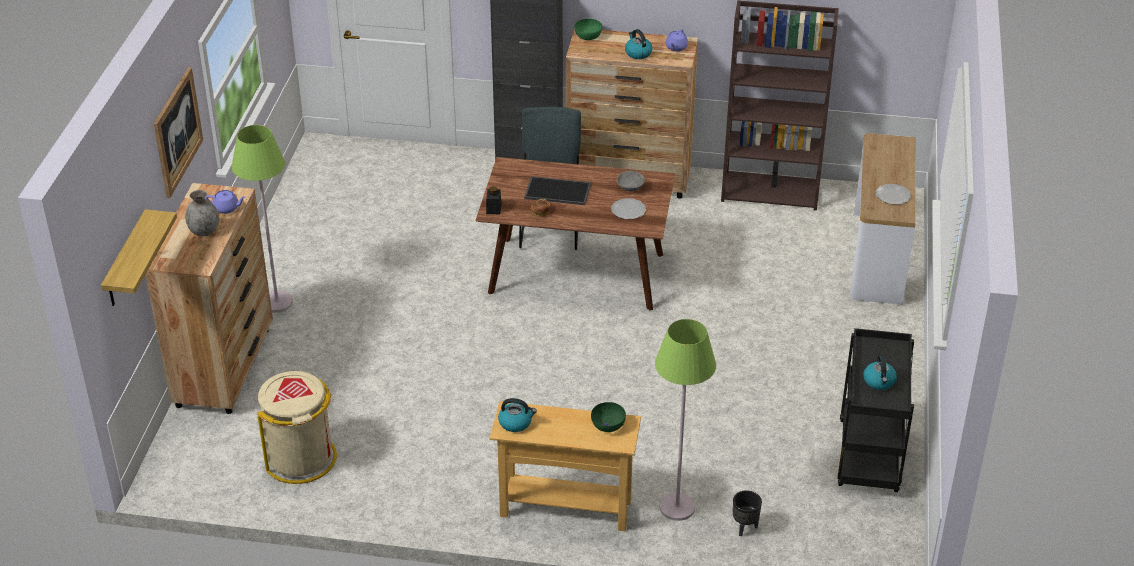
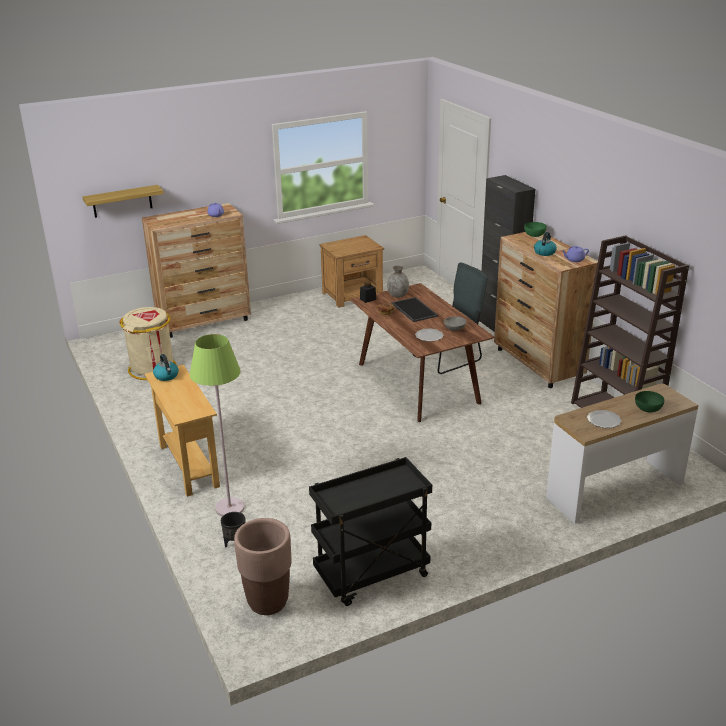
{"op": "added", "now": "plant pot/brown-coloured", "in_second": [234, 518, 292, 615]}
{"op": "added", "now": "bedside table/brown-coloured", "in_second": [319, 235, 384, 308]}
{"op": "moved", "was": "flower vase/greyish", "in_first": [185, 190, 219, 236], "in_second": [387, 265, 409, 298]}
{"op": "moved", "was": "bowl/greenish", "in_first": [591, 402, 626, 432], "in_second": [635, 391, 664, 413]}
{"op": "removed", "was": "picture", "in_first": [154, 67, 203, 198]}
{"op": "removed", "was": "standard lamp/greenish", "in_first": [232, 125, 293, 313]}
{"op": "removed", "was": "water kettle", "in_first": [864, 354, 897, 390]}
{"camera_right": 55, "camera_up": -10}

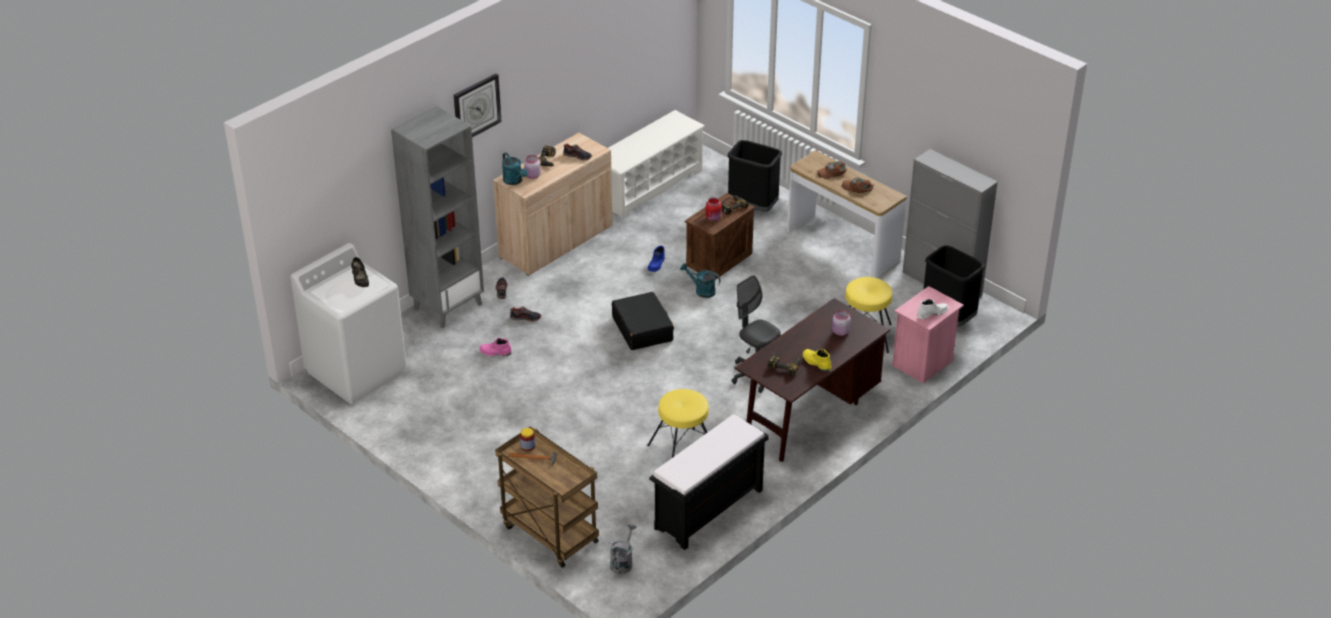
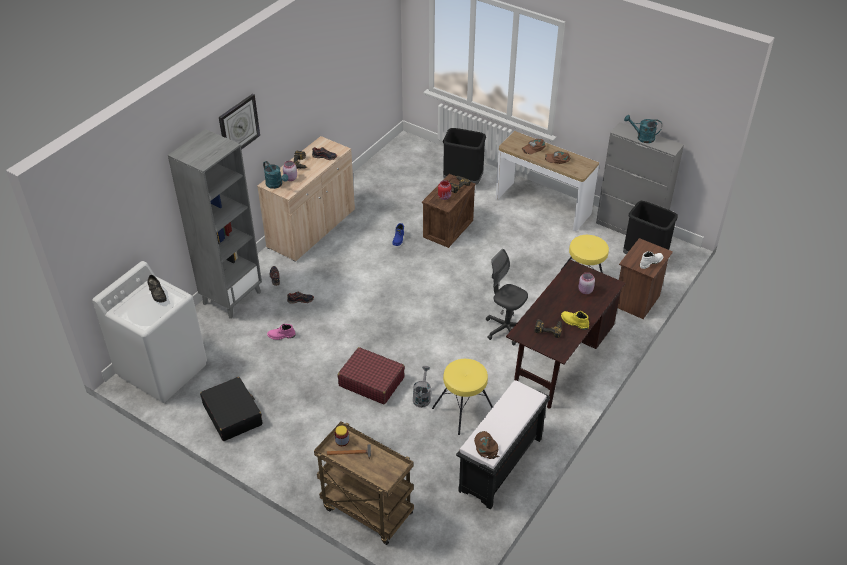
{"op": "moved", "was": "suitcase/black", "in_first": [612, 292, 674, 350], "in_second": [200, 377, 262, 441]}
{"op": "added", "now": "suitcase/red-coloured", "in_second": [338, 347, 405, 404]}
{"op": "moved", "was": "sprinkling can/greyish", "in_first": [610, 523, 636, 574], "in_second": [413, 366, 431, 408]}
{"op": "added", "now": "peaked cap/brown-coloured", "in_second": [474, 431, 499, 459]}
{"op": "recoloured", "was": "bedside table/pink", "now": "bedside table/brown-coloured", "in_first": [892, 286, 964, 384], "in_second": [618, 238, 673, 319]}
{"op": "moved", "was": "sprinkling can/blue-green", "in_first": [680, 263, 720, 298], "in_second": [624, 115, 662, 143]}
{"op": "removed", "was": "shoe stand/white-coloured", "in_first": [608, 110, 705, 219]}
{"camera_right": -10, "camera_up": 5}

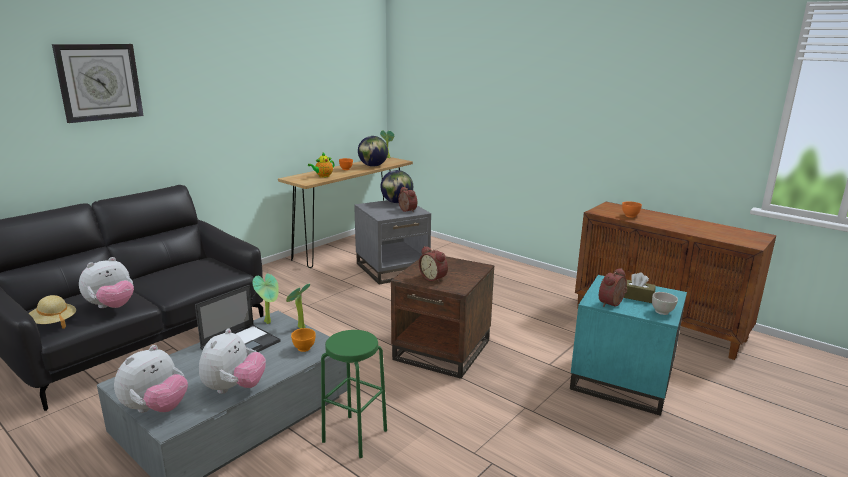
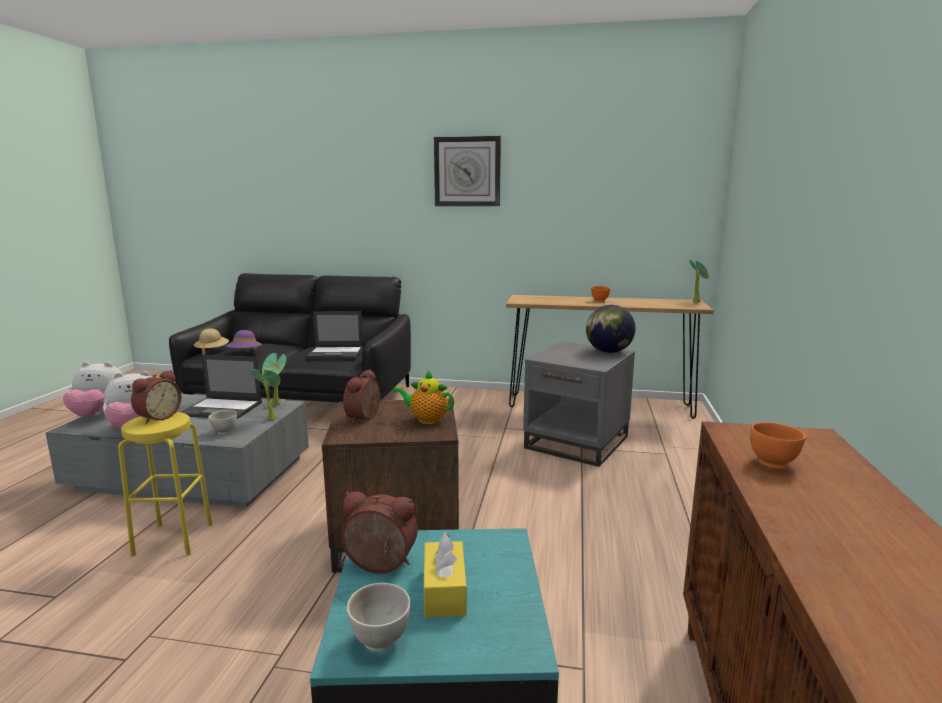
{"op": "recoloured", "was": "sitting stool/greenish", "now": "sitting stool/yellowish", "in_first": [321, 330, 387, 458], "in_second": [118, 412, 212, 557]}
{"op": "moved", "was": "table clock", "in_first": [398, 187, 417, 212], "in_second": [131, 370, 181, 424]}
{"op": "recoloured", "was": "bowl/orangey", "now": "bowl/white-coloured", "in_first": [291, 328, 316, 352], "in_second": [209, 410, 237, 435]}
{"op": "replaced", "was": "cuddly toy", "now": "clothing hat/purplish", "in_first": [79, 257, 134, 308], "in_second": [226, 330, 262, 350]}
{"op": "added", "now": "laptop", "in_second": [306, 311, 363, 359]}
{"op": "moved", "was": "tea pot", "in_first": [308, 152, 334, 178], "in_second": [393, 370, 454, 424]}
{"op": "recoloured", "was": "tissue box/brown-coloured", "now": "tissue box/yellowish", "in_first": [623, 272, 656, 303], "in_second": [424, 532, 467, 618]}
{"op": "moved", "was": "hanging clock", "in_first": [52, 44, 144, 123], "in_second": [434, 136, 501, 206]}
{"op": "removed", "was": "world globe", "in_first": [358, 136, 388, 167]}
{"camera_right": 60, "camera_up": -5}

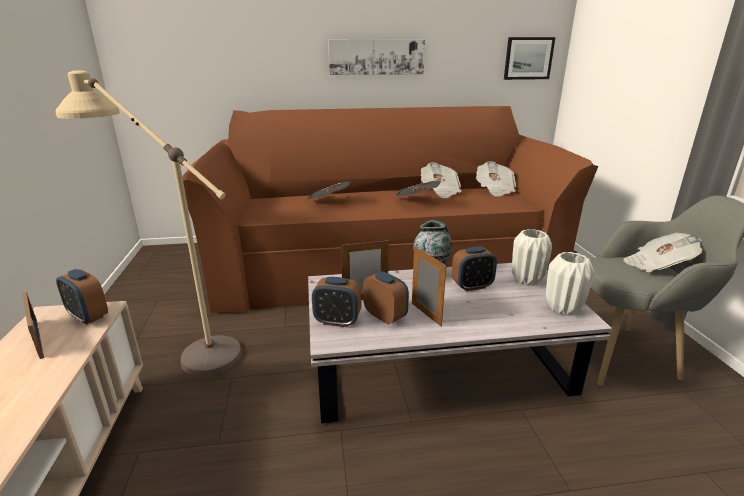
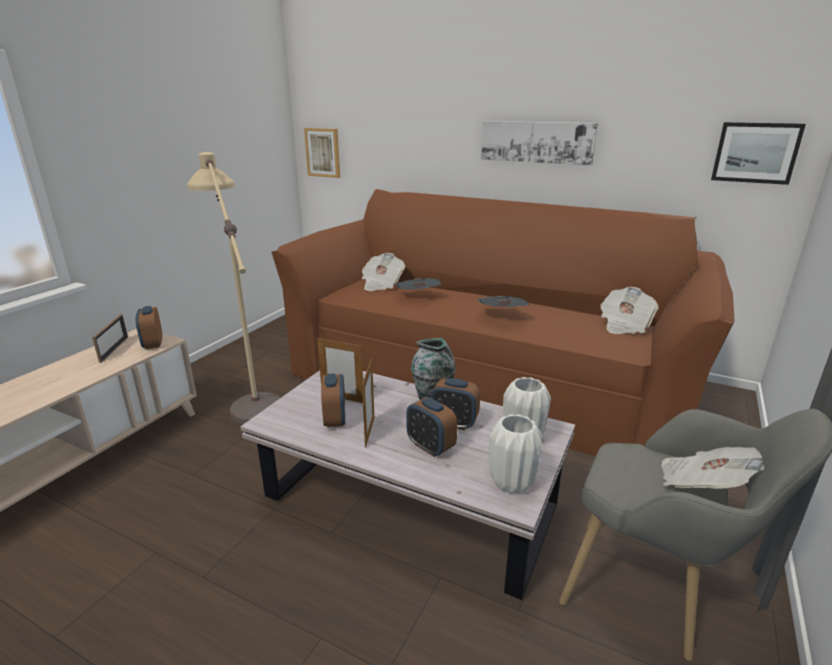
{"op": "added", "now": "picture", "in_second": [304, 128, 340, 178]}
{"op": "moved", "was": "daily paper", "in_first": [421, 162, 462, 198], "in_second": [362, 253, 405, 291]}
{"op": "moved", "was": "table clock", "in_first": [312, 277, 361, 327], "in_second": [406, 397, 457, 457]}
{"camera_right": 35, "camera_up": 0}

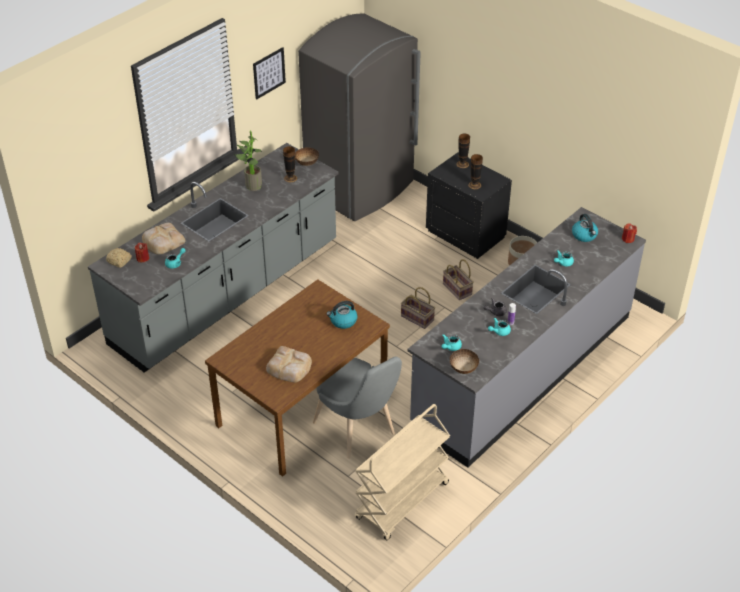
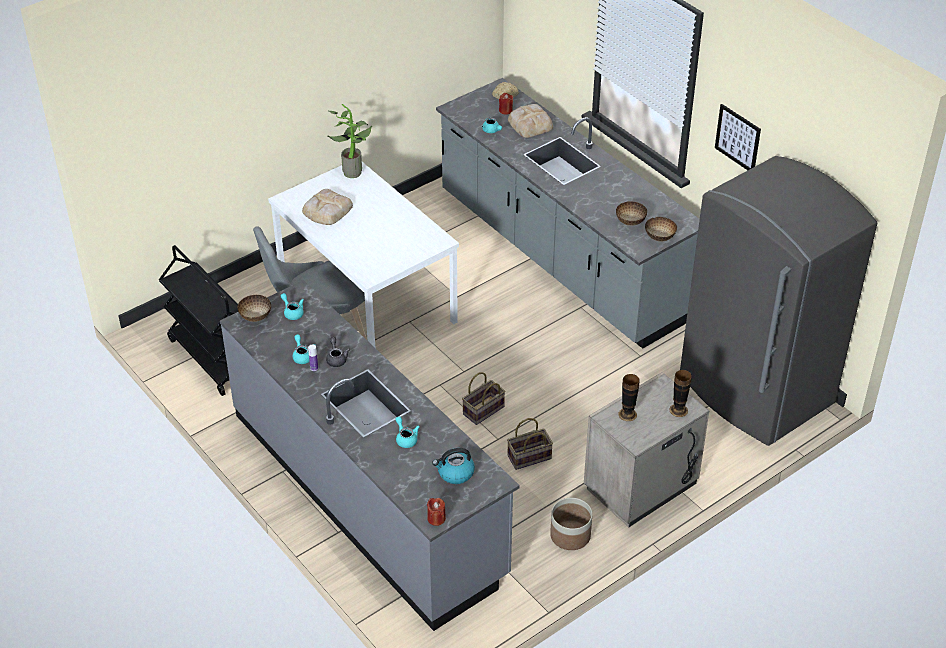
{"op": "recoloured", "was": "wheeled cart/beige", "now": "wheeled cart/black", "in_first": [355, 404, 450, 540], "in_second": [159, 245, 238, 396]}
{"op": "recoloured", "was": "dining table/brown-coloured", "now": "dining table/white-coloured", "in_first": [205, 279, 390, 477], "in_second": [268, 162, 459, 347]}
{"op": "moved", "was": "potted plant", "in_first": [233, 131, 262, 191], "in_second": [327, 104, 372, 178]}
{"op": "recoloured", "was": "bedside table/black", "now": "bedside table/beige", "in_first": [426, 152, 512, 259], "in_second": [584, 372, 709, 527]}
{"op": "replaced", "was": "flower vase", "now": "bowl", "in_first": [283, 146, 297, 182], "in_second": [616, 202, 647, 226]}
{"op": "removed", "was": "water kettle", "in_first": [327, 301, 357, 329]}
{"camera_right": 100, "camera_up": 0}

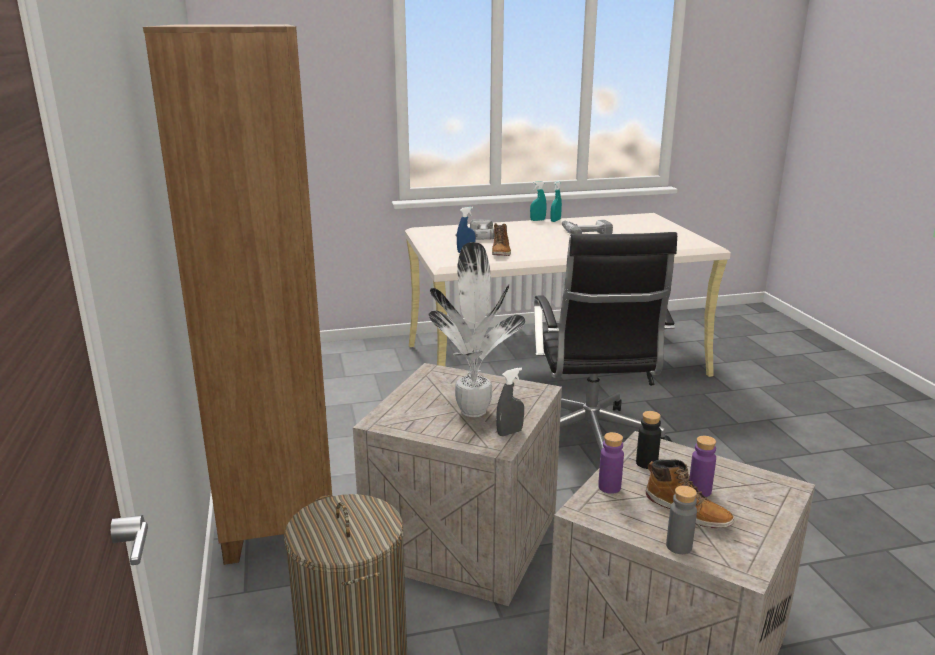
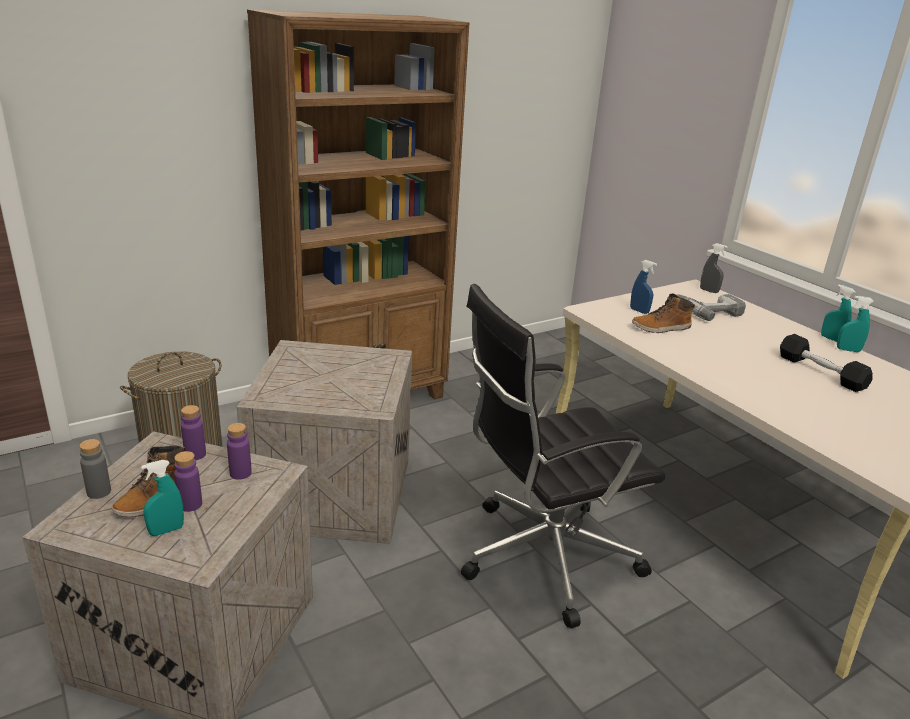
{"op": "added", "now": "hand sprayer/blue-green", "in_second": [141, 460, 184, 536]}
{"op": "recoloured", "was": "beverage bottle/black", "now": "beverage bottle/purplish", "in_first": [636, 411, 661, 469], "in_second": [227, 423, 252, 480]}
{"op": "moved", "was": "hand sprayer/greyish", "in_first": [496, 368, 524, 436], "in_second": [700, 243, 728, 293]}
{"op": "replaced", "was": "electric drill", "now": "dumbbell/black", "in_first": [562, 220, 613, 234], "in_second": [780, 334, 873, 392]}
{"op": "removed", "was": "potted plant", "in_first": [428, 242, 525, 417]}
{"camera_right": 70, "camera_up": 5}

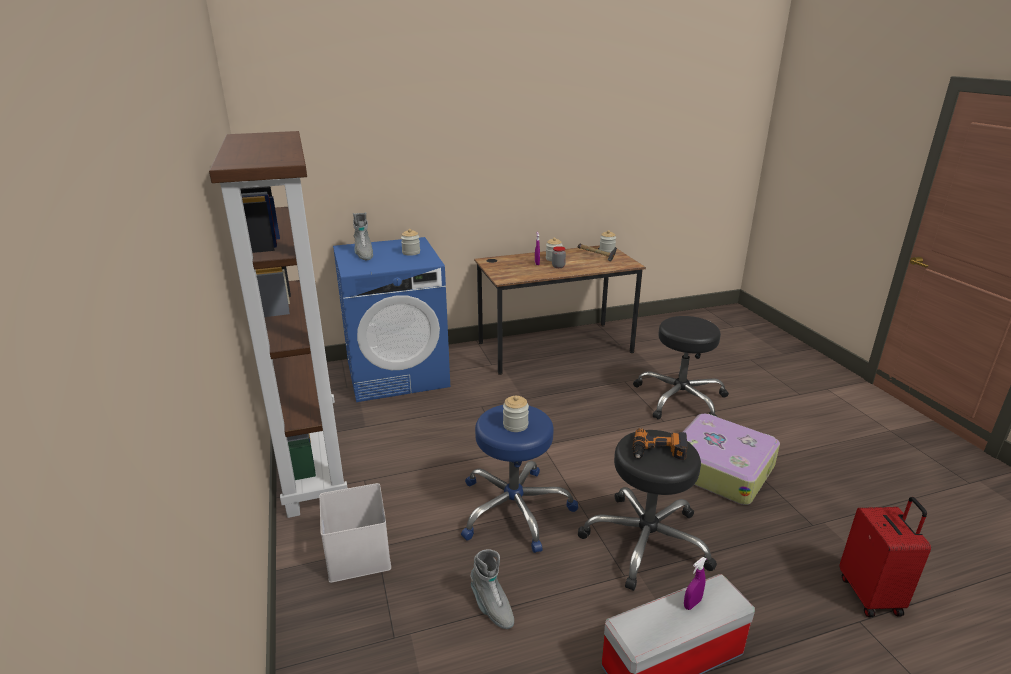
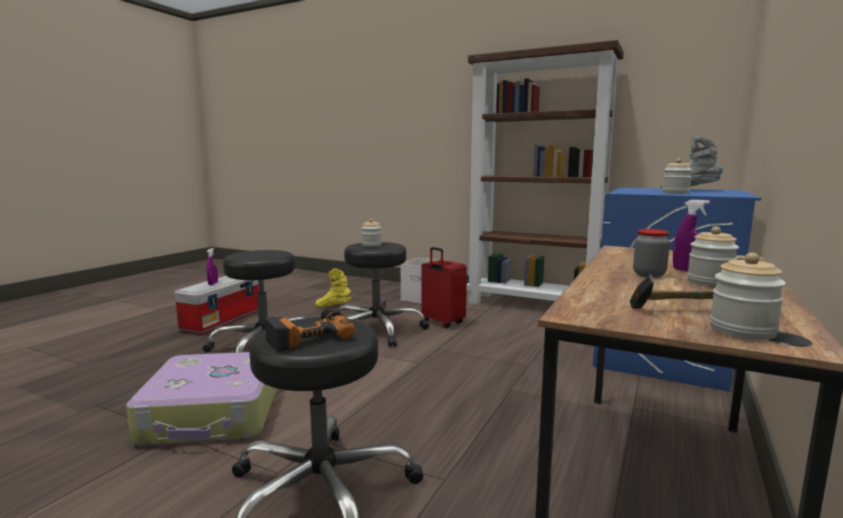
{"op": "moved", "was": "electric drill", "in_first": [633, 428, 687, 460], "in_second": [265, 309, 355, 352]}
{"op": "recoloured", "was": "high-top boot/greyish", "now": "high-top boot/yellowish", "in_first": [470, 549, 514, 629], "in_second": [315, 268, 352, 307]}
{"op": "recoloured", "was": "sitting stool/blue", "now": "sitting stool/black", "in_first": [461, 405, 578, 553], "in_second": [337, 242, 429, 347]}
{"op": "moved", "was": "suitcase/red-coloured", "in_first": [840, 497, 931, 617], "in_second": [422, 247, 467, 328]}
{"camera_right": 135, "camera_up": -15}

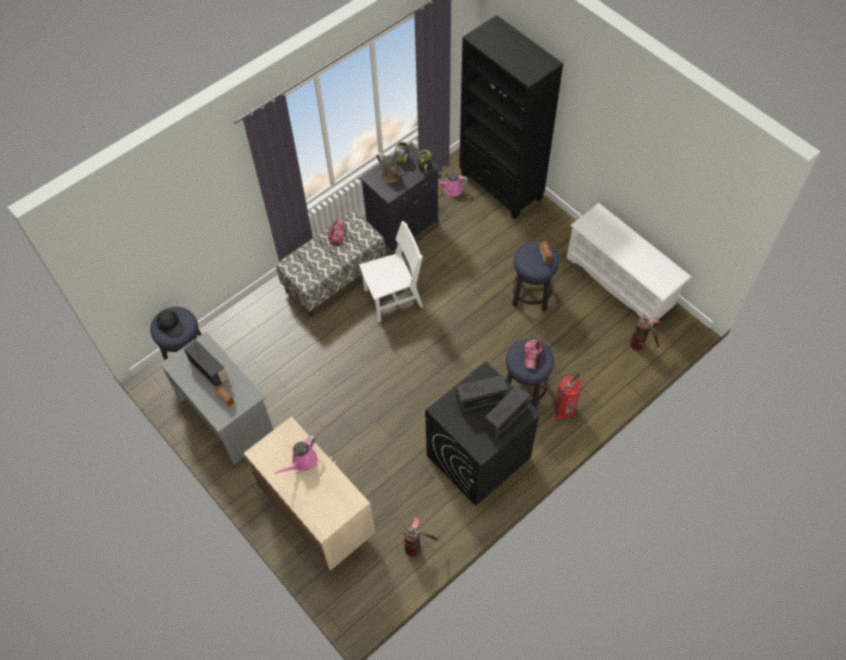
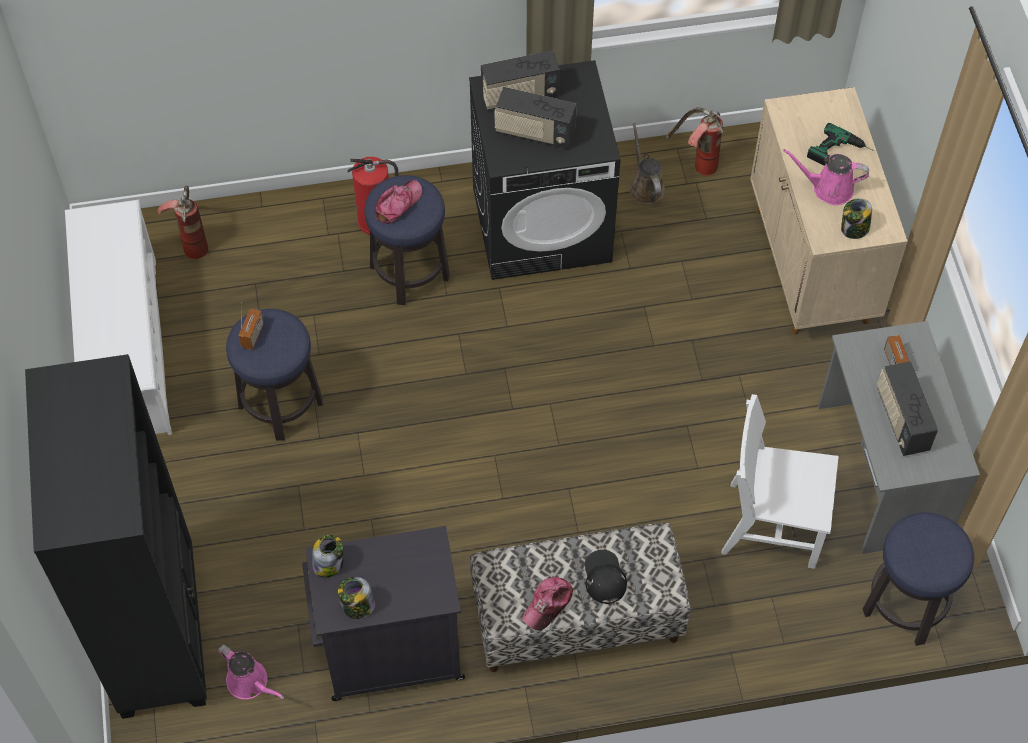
{"op": "moved", "was": "peaked cap/black", "in_first": [157, 311, 184, 337], "in_second": [585, 550, 627, 604]}
{"op": "moved", "was": "sprinkling can/brown-coloured", "in_first": [376, 153, 412, 183], "in_second": [630, 123, 665, 204]}
{"op": "moved", "was": "upright chair/white-coloured", "in_first": [359, 221, 423, 322], "in_second": [721, 394, 839, 569]}
{"op": "turned", "was": "sprinkling can/pink", "in_first": [275, 435, 318, 474], "in_second": [783, 149, 869, 205], "clockwise": -150}
{"op": "added", "now": "electric drill", "in_second": [807, 123, 874, 166]}
{"op": "added", "now": "jar", "in_second": [841, 198, 872, 239]}
{"camera_right": -150, "camera_up": 0}

